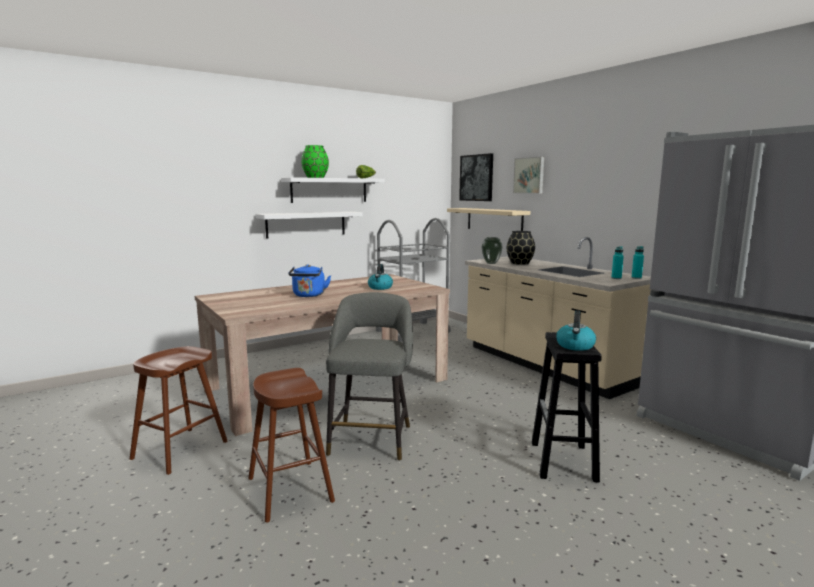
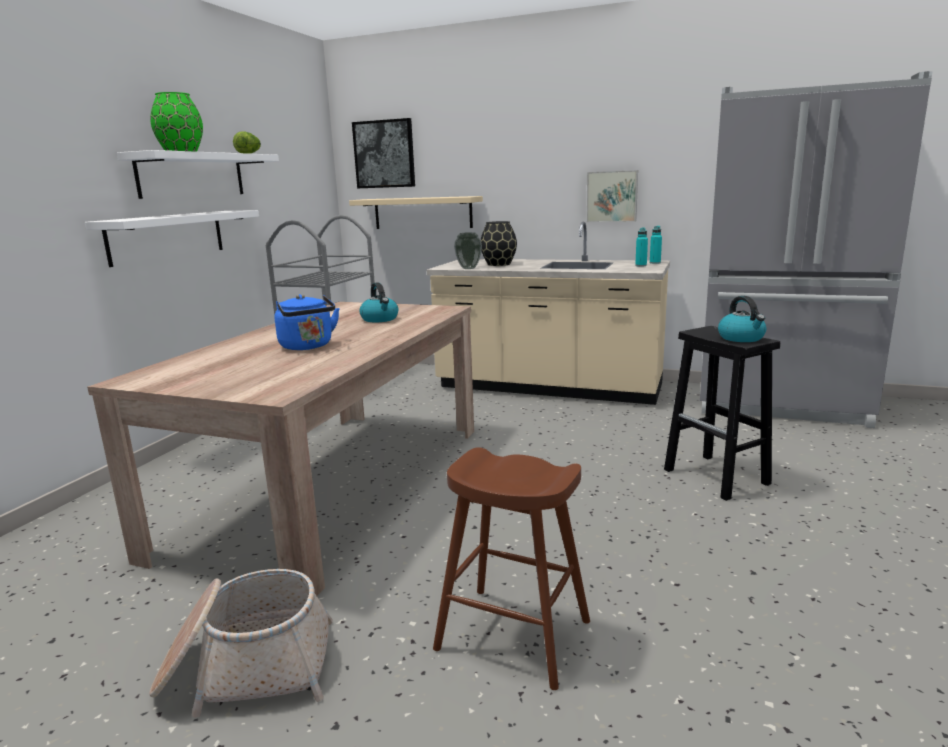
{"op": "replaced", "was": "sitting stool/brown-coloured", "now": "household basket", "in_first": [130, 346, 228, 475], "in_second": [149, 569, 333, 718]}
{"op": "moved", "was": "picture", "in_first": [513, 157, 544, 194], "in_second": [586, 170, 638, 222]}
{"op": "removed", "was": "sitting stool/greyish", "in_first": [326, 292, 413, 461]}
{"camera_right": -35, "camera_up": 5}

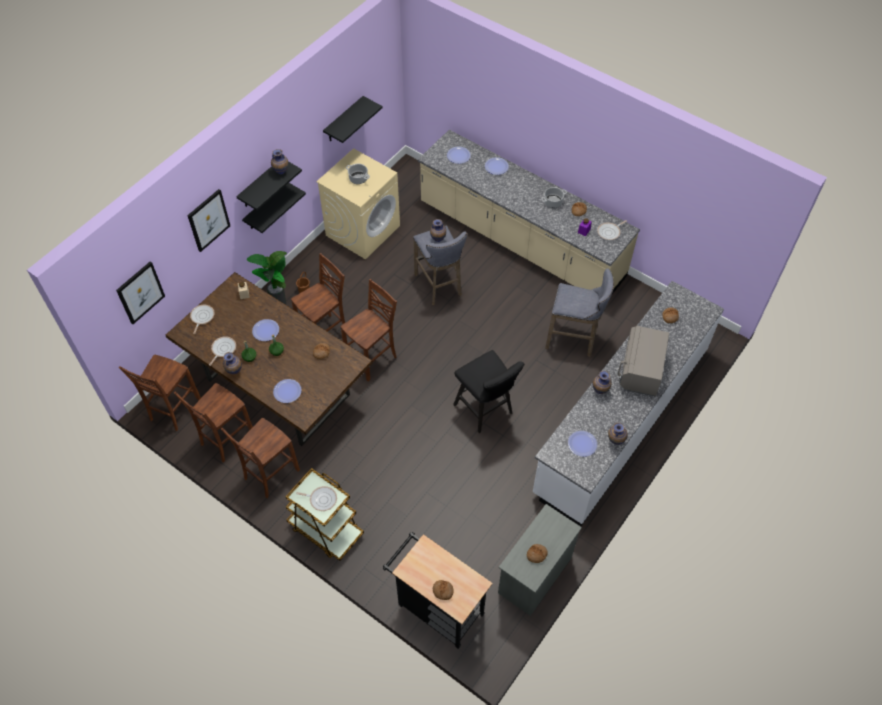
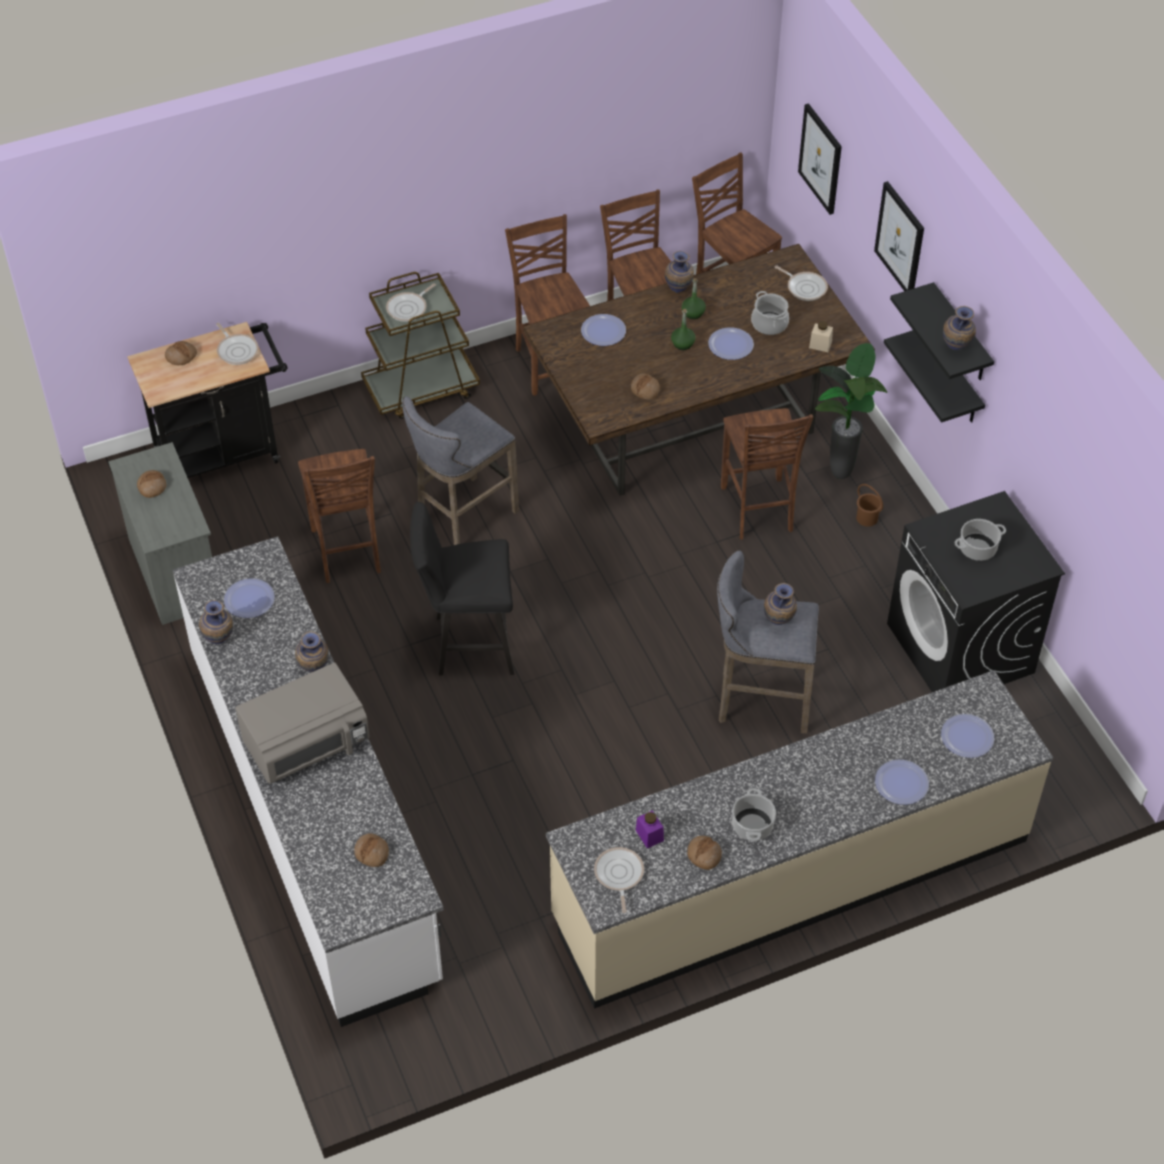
{"op": "moved", "was": "frying pan", "in_first": [209, 336, 236, 366], "in_second": [216, 323, 258, 365]}
{"op": "turned", "was": "microwave oven/greyish", "in_first": [618, 326, 669, 397], "in_second": [235, 662, 370, 784], "clockwise": 105}
{"op": "moved", "was": "upright chair/brown-coloured", "in_first": [341, 279, 397, 382], "in_second": [298, 449, 381, 583]}
{"op": "moved", "was": "sitting stool/greyish", "in_first": [545, 268, 614, 357], "in_second": [402, 396, 519, 545]}
{"op": "added", "now": "saucepot", "in_second": [751, 291, 789, 335]}
{"op": "recoloured", "was": "laundry appliance/beige", "now": "laundry appliance/black", "in_first": [316, 148, 400, 259], "in_second": [887, 491, 1065, 692]}
{"op": "removed", "was": "bracket shelf/black", "in_first": [323, 96, 383, 143]}
{"camera_right": 120, "camera_up": -5}

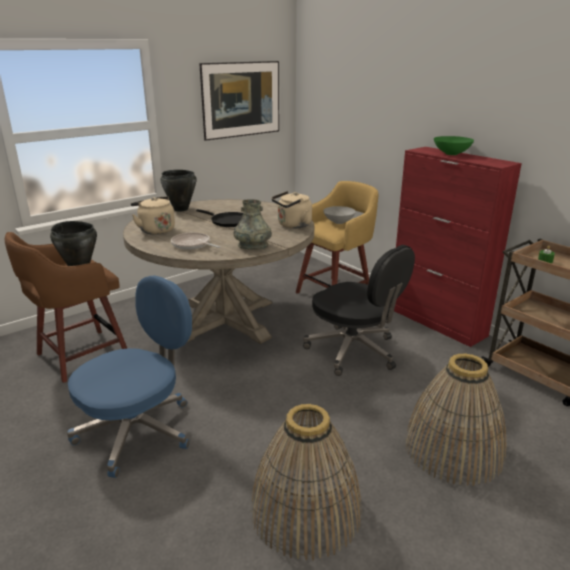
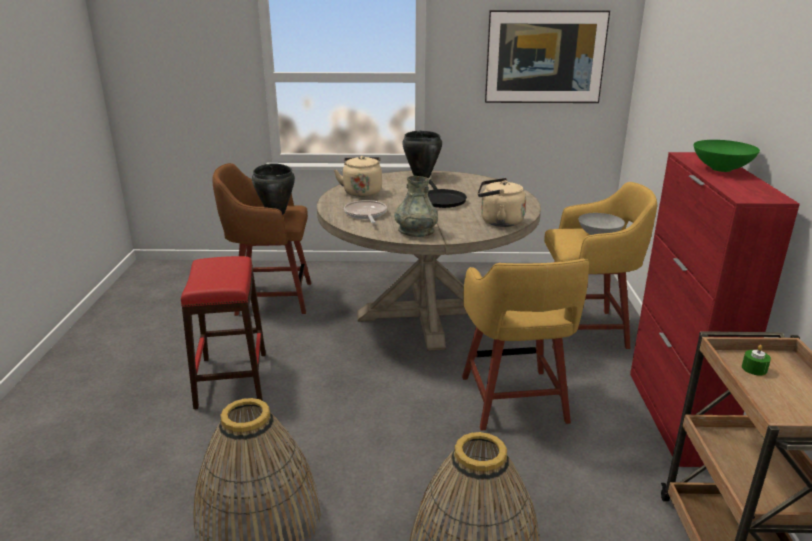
{"op": "replaced", "was": "desk chair/blue", "now": "sitting stool/red-coloured", "in_first": [67, 275, 192, 478], "in_second": [181, 256, 266, 409]}
{"op": "replaced", "was": "desk chair/black", "now": "sitting stool/yellowish", "in_first": [303, 245, 415, 376], "in_second": [462, 259, 589, 431]}
{"camera_right": 40, "camera_up": 0}

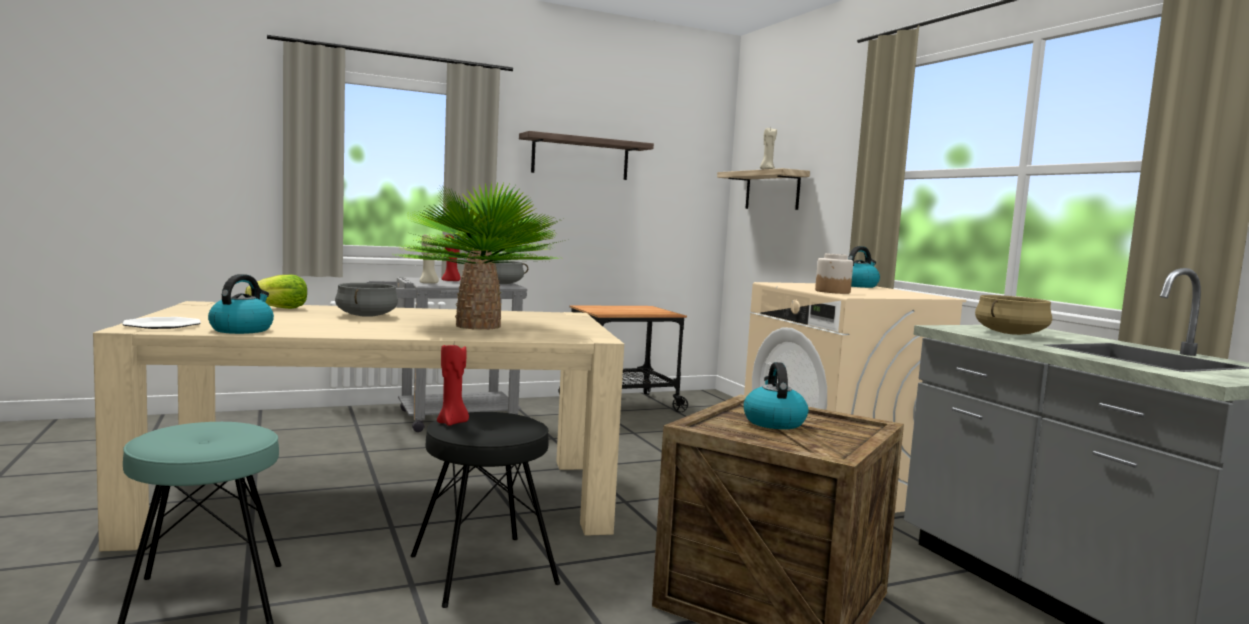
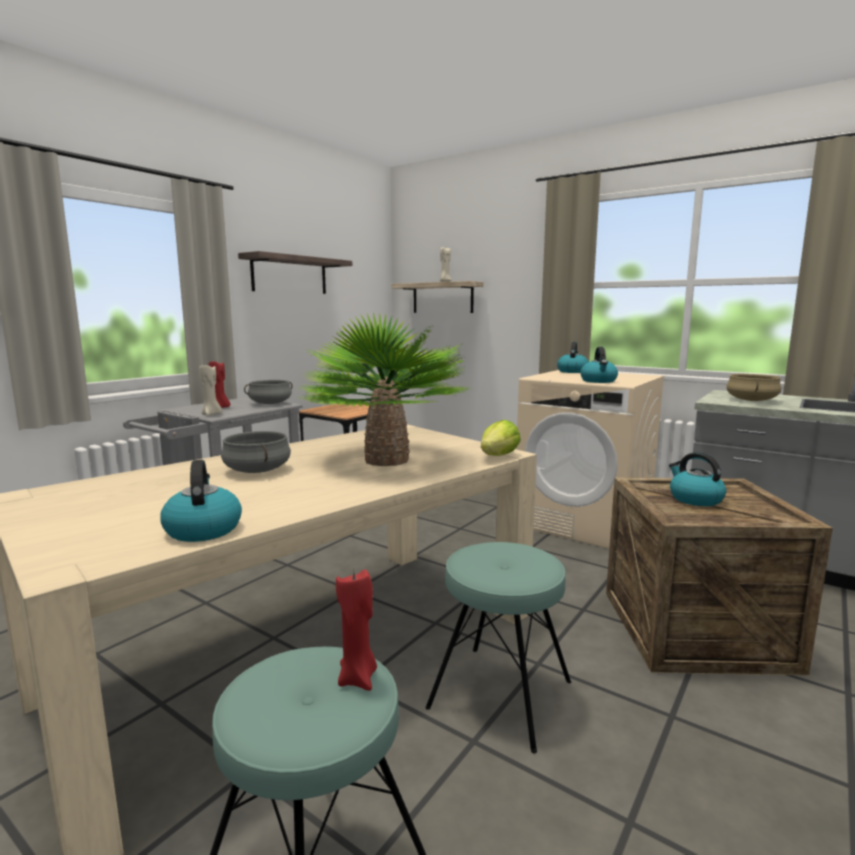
{"op": "moved", "was": "wax candle/red-coloured", "in_first": [437, 345, 469, 426], "in_second": [336, 570, 377, 691]}
{"op": "recoloured", "was": "sitting stool/black", "now": "sitting stool/blue-green", "in_first": [411, 412, 560, 608], "in_second": [425, 542, 571, 754]}
{"op": "moved", "was": "lettuce head", "in_first": [245, 275, 307, 309], "in_second": [481, 420, 521, 456]}
{"op": "replaced", "was": "jar", "now": "water kettle", "in_first": [815, 254, 853, 294], "in_second": [580, 347, 618, 383]}
{"op": "removed", "was": "flat dish", "in_first": [122, 317, 201, 329]}
{"camera_right": -30, "camera_up": 5}

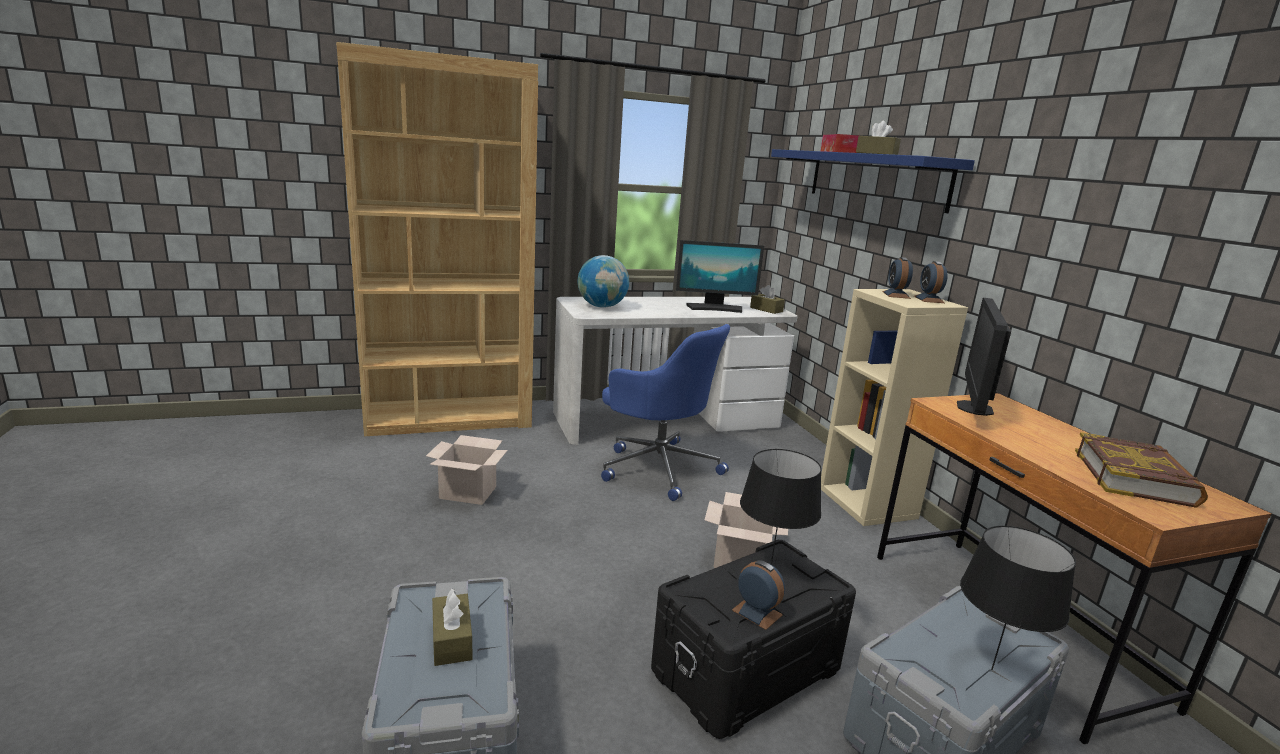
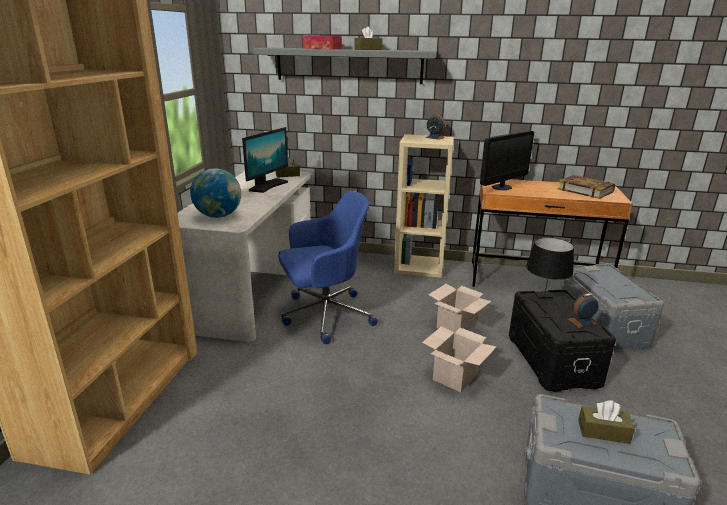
{"op": "recoloured", "was": "bracket shelf/blue", "now": "bracket shelf/greyish", "in_first": [771, 149, 975, 213], "in_second": [253, 47, 437, 84]}
{"op": "moved", "was": "cardboard box", "in_first": [426, 435, 508, 505], "in_second": [422, 326, 496, 392]}
{"op": "turned", "was": "computer display", "in_first": [957, 298, 1011, 416], "in_second": [480, 130, 534, 190], "clockwise": -90}
{"op": "removed", "was": "table clock", "in_first": [882, 257, 913, 299]}
{"op": "removed", "was": "tabletop lamp/black", "in_first": [960, 526, 1076, 670]}
{"camera_right": -60, "camera_up": 5}

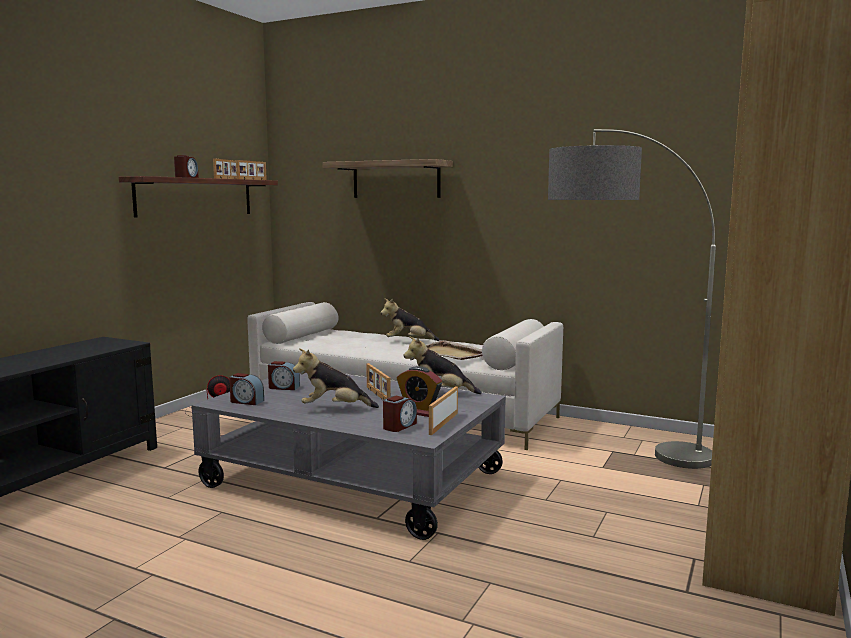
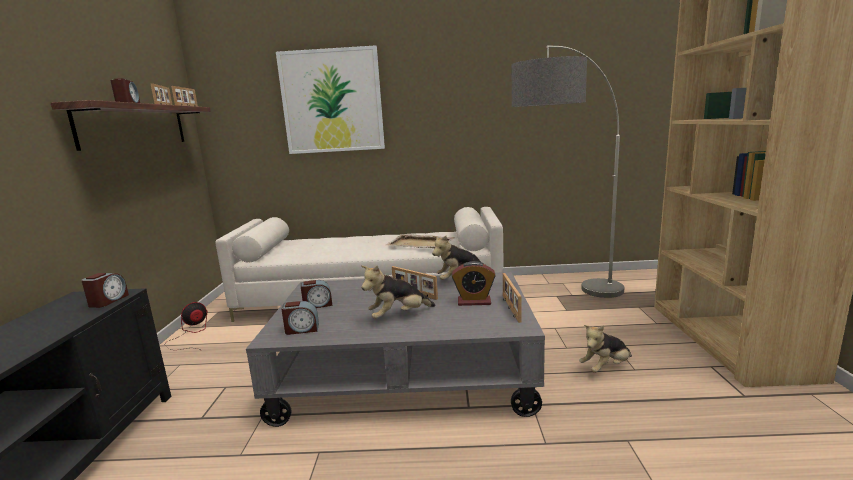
{"op": "moved", "was": "table clock", "in_first": [383, 396, 417, 432], "in_second": [81, 273, 129, 308]}
{"op": "replaced", "was": "bracket shelf", "now": "picture", "in_first": [322, 159, 453, 198], "in_second": [276, 45, 385, 154]}
{"op": "moved", "was": "cuddly toy", "in_first": [381, 298, 440, 341], "in_second": [579, 325, 632, 373]}
{"camera_right": -25, "camera_up": 5}

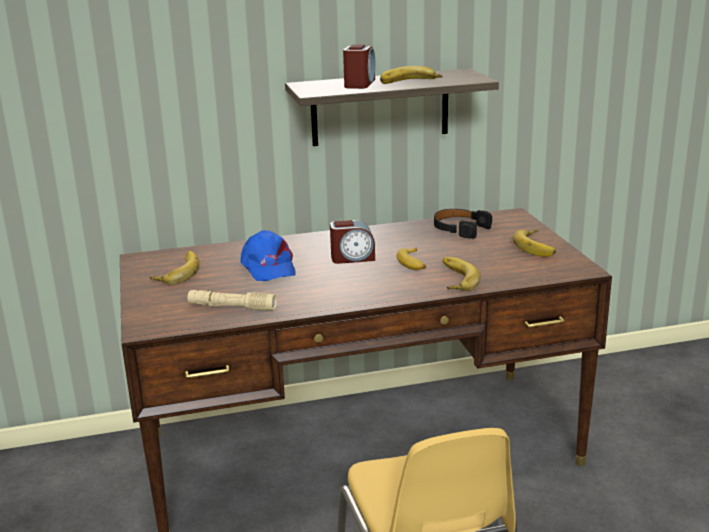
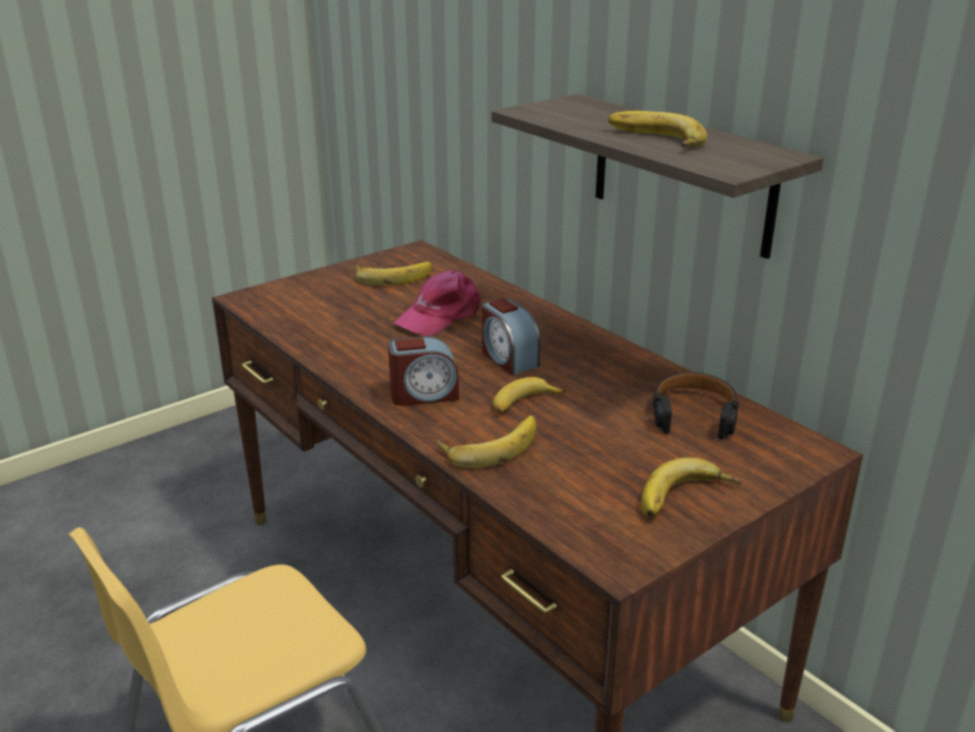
{"op": "moved", "was": "table clock", "in_first": [343, 44, 375, 89], "in_second": [388, 336, 459, 406]}
{"op": "recoloured", "was": "peaked cap/blue", "now": "peaked cap/pink", "in_first": [240, 230, 296, 281], "in_second": [393, 270, 481, 337]}
{"op": "removed", "was": "flashlight/beige", "in_first": [188, 290, 277, 311]}
{"camera_right": 65, "camera_up": 5}

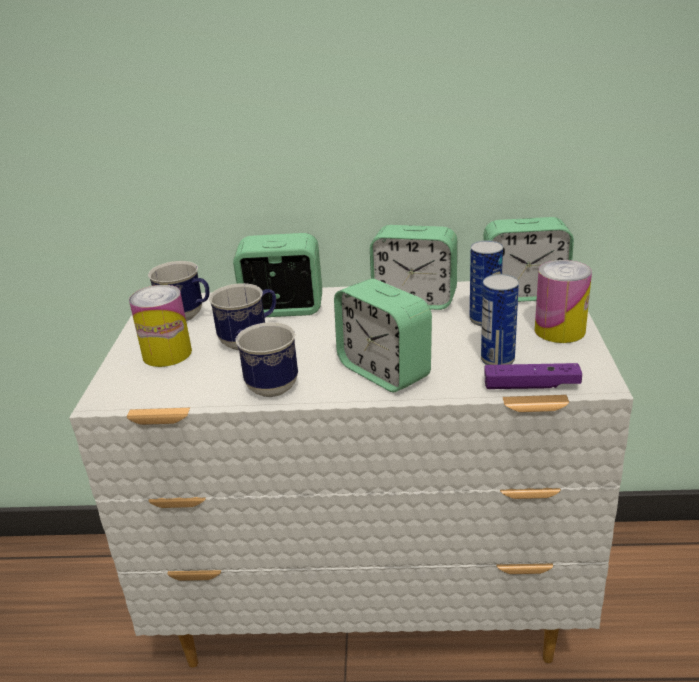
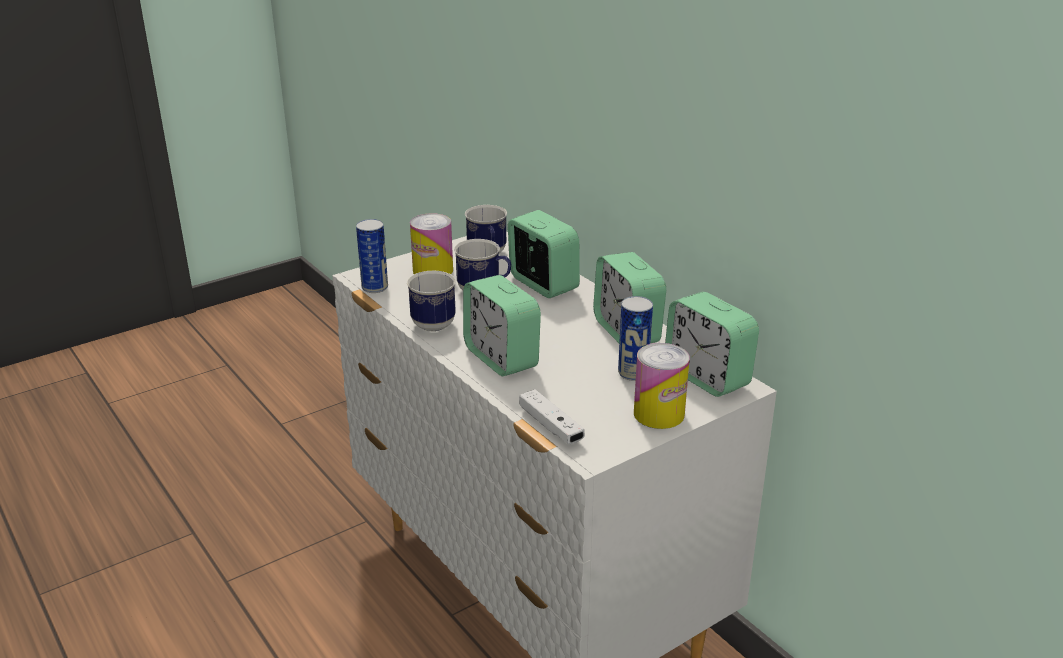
{"op": "moved", "was": "sealed can", "in_first": [481, 274, 519, 365], "in_second": [356, 219, 388, 293]}
{"op": "turned", "was": "table clock", "in_first": [334, 279, 432, 392], "in_second": [463, 275, 541, 376], "clockwise": -45}
{"op": "recoloured", "was": "joypad/purplish", "now": "joypad/white-coloured", "in_first": [485, 363, 582, 389], "in_second": [519, 389, 585, 444]}
{"camera_right": 50, "camera_up": 0}

